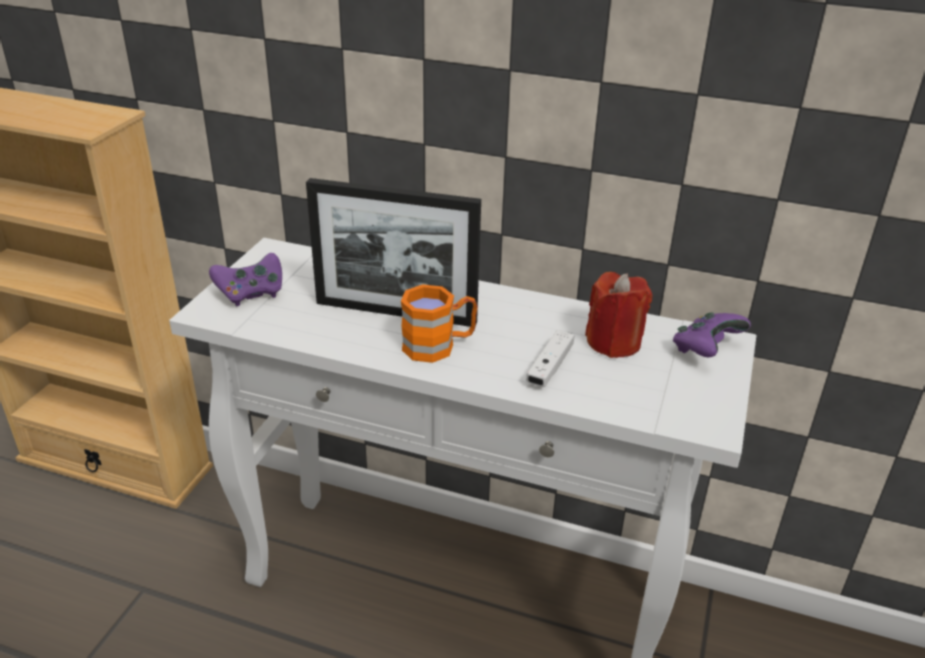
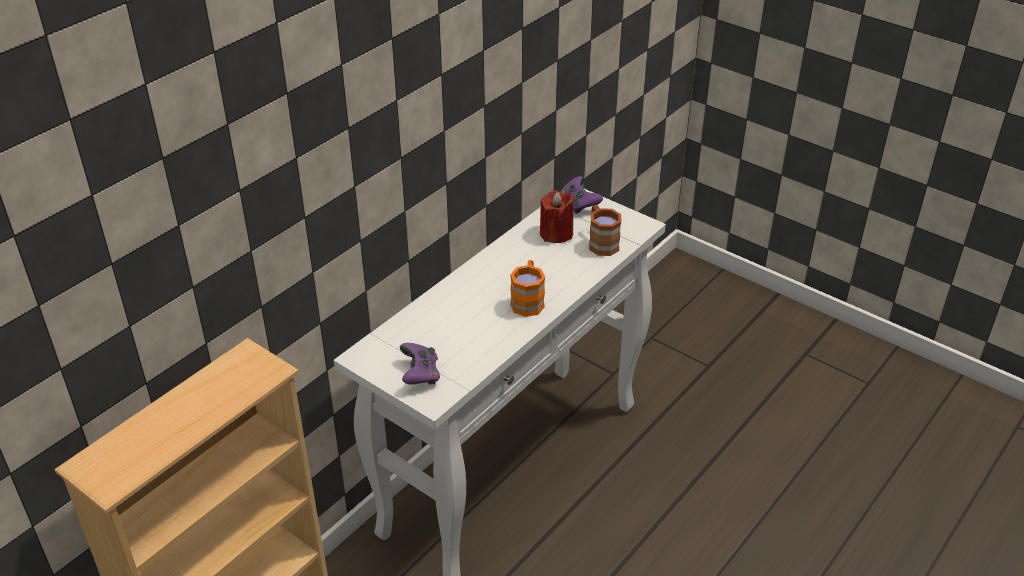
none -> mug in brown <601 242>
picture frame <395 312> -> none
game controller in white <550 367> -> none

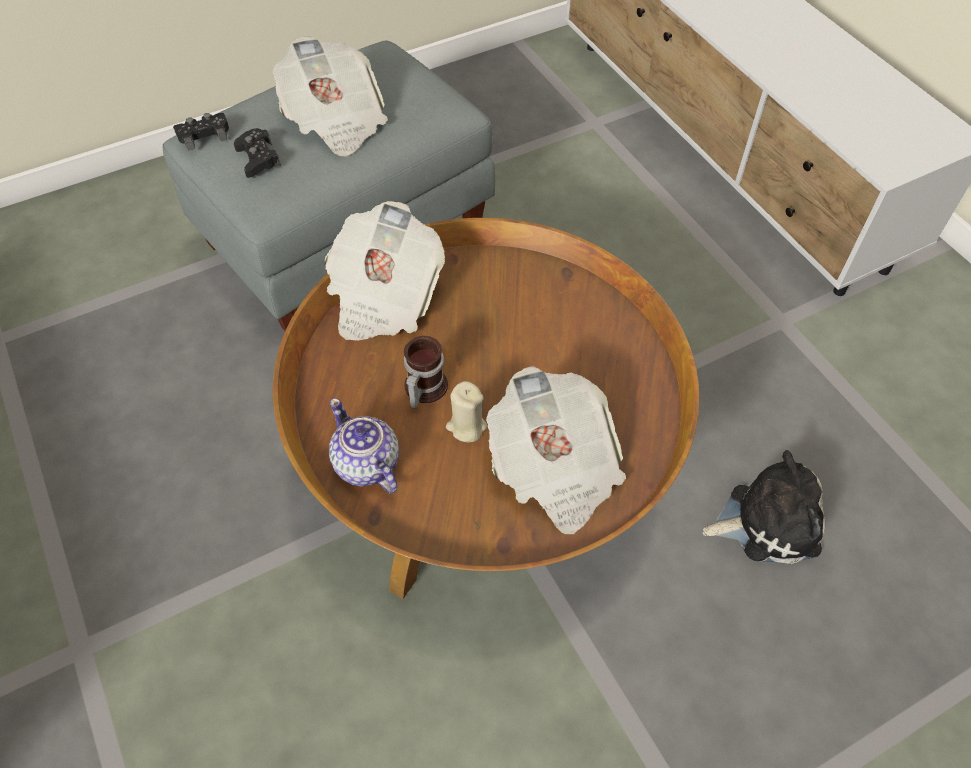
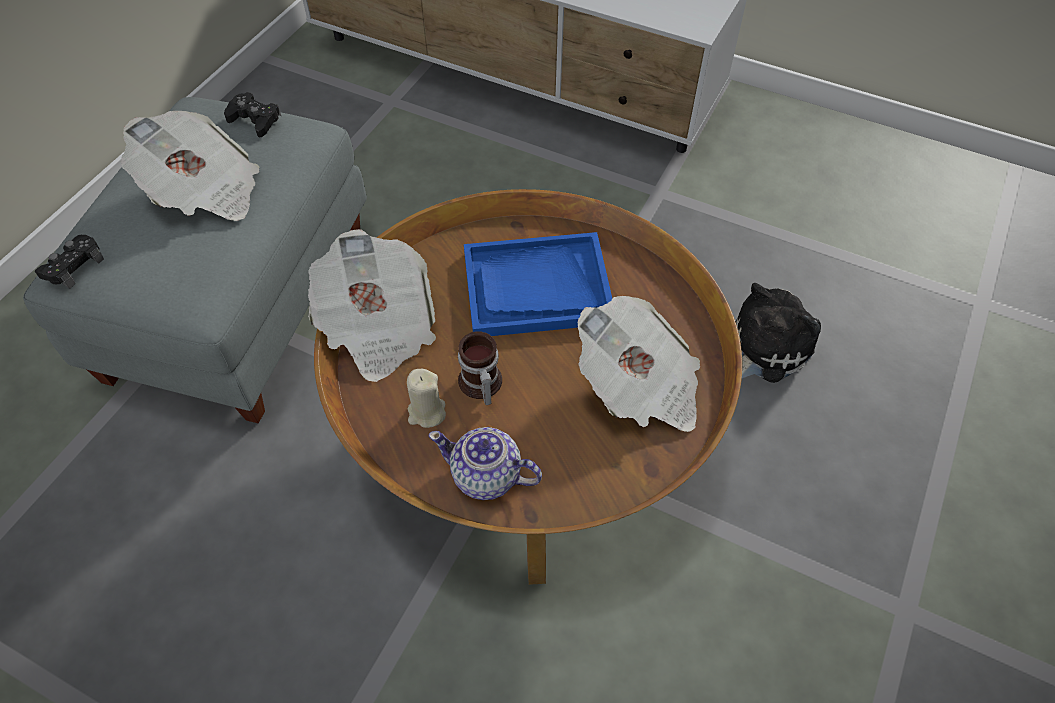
game controller in black <258 158> -> game controller in black <255 120>, moved
candle in beige <466 426> -> candle in beige <426 412>, moved
none -> tray in blue <536 288>

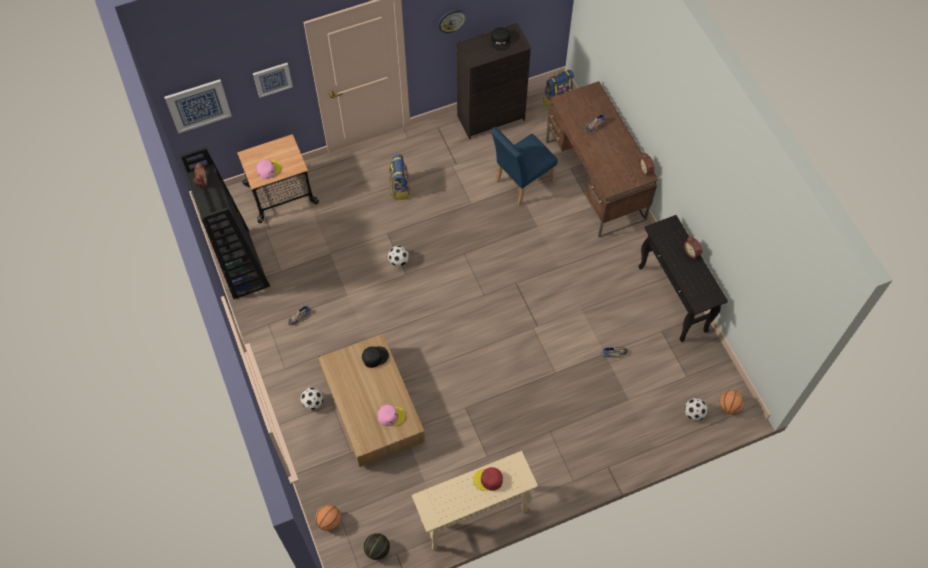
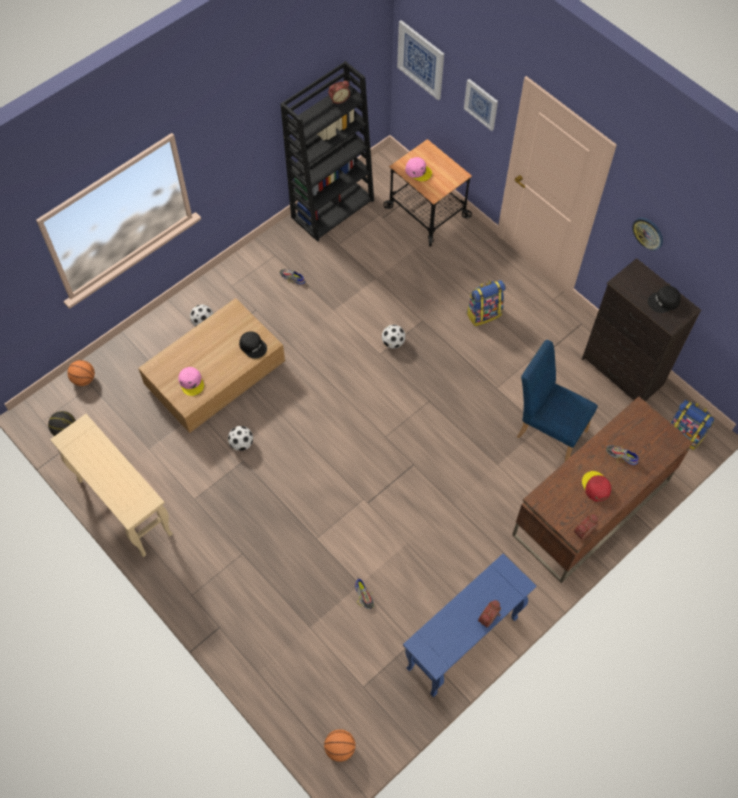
football <694 413> -> football <241 444>, moved
console table in black <673 299> -> console table in blue <462 644>
cap in red <488 480> -> cap in red <595 486>, moved

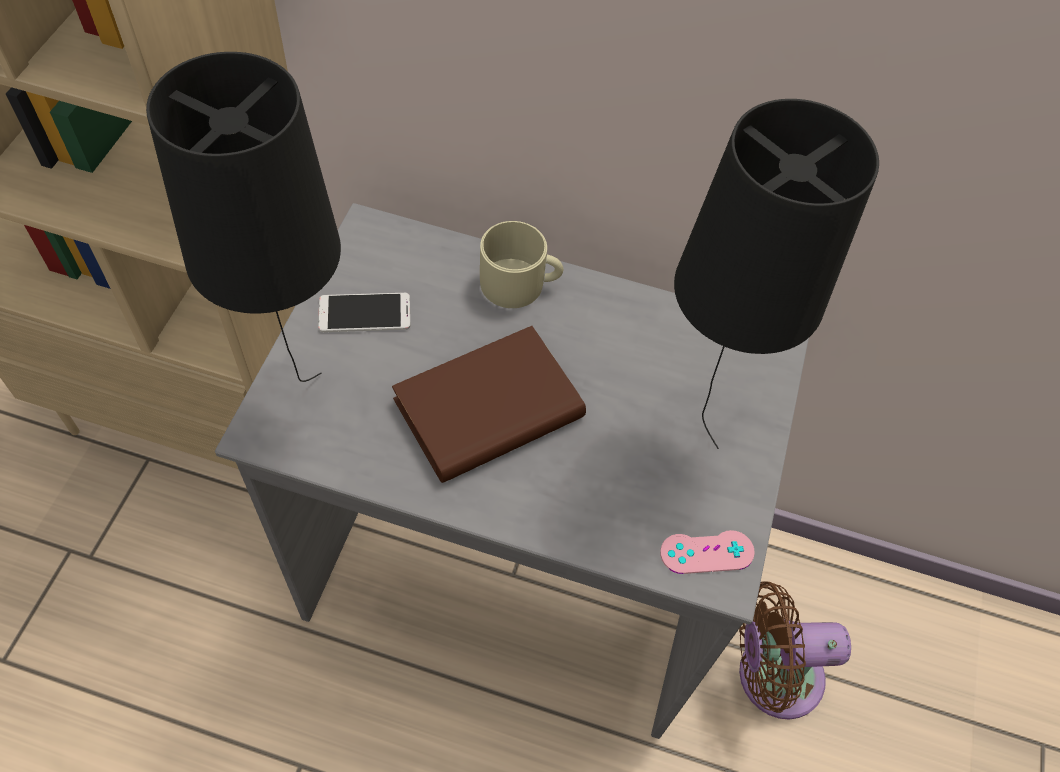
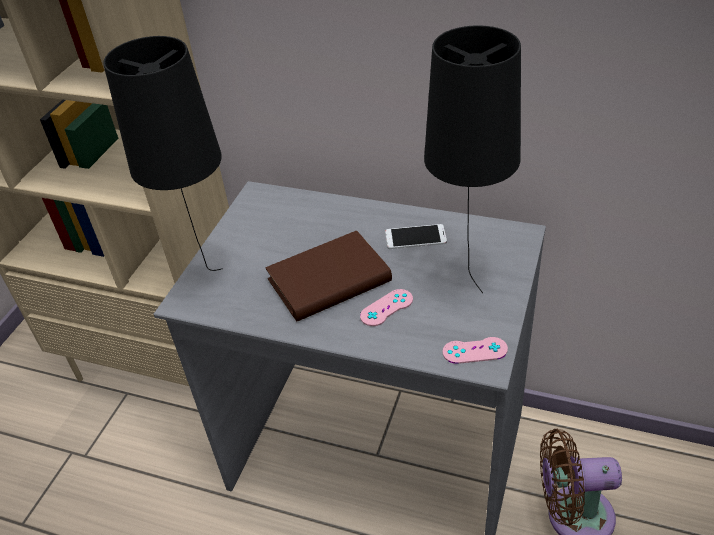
none -> game controller in pink <386 308>
phone <364 313> -> phone <415 237>, moved
mug in beige <520 284> -> none

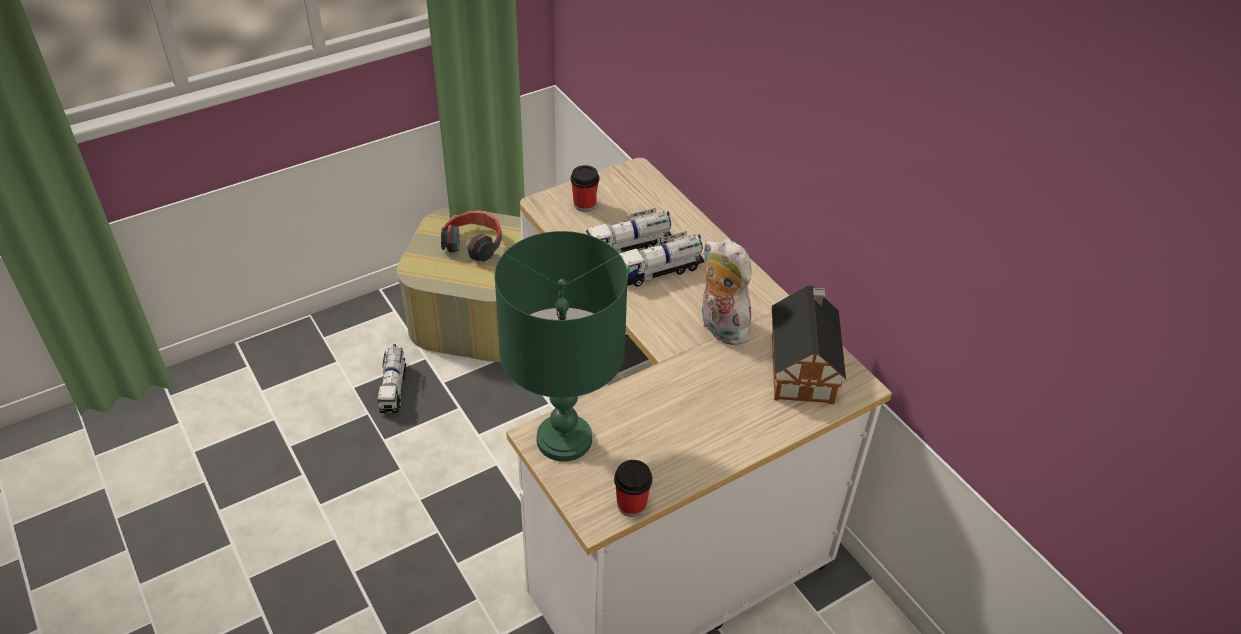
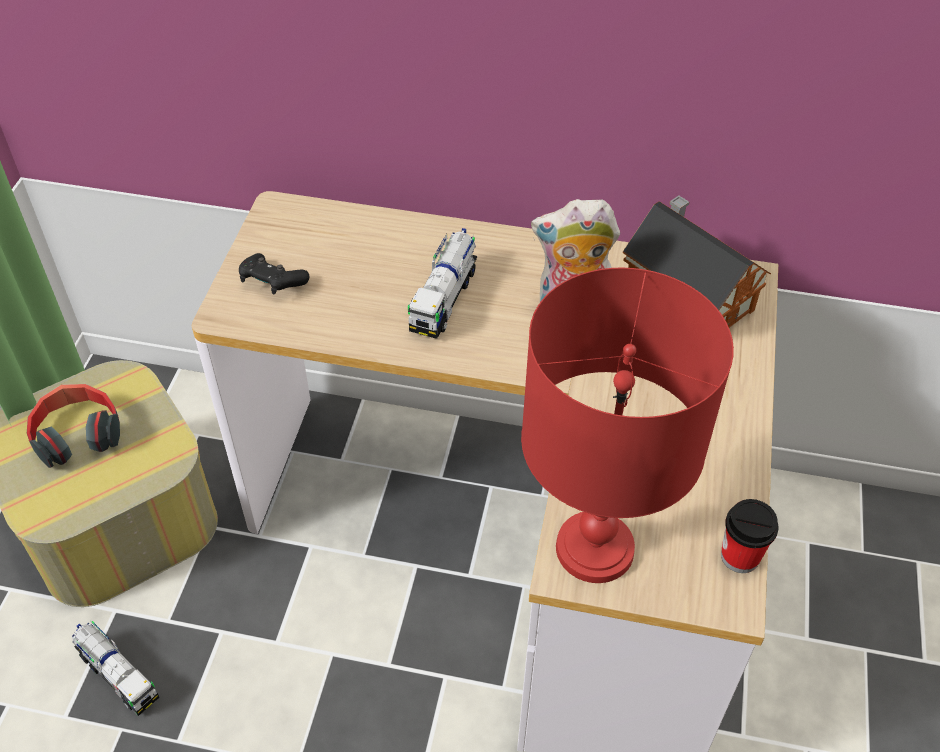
cup <584 205> -> game controller in black <272 283>
table lamp in green <562 439> -> table lamp in red <593 550>
toy truck <629 247> -> none

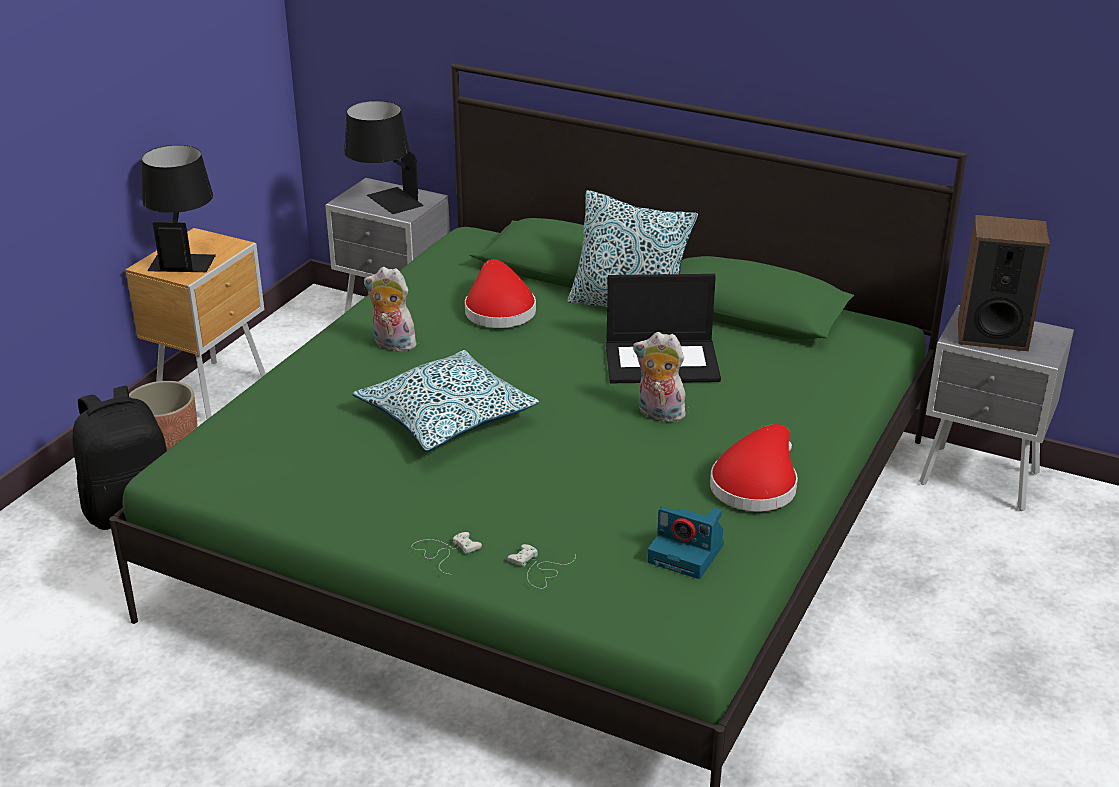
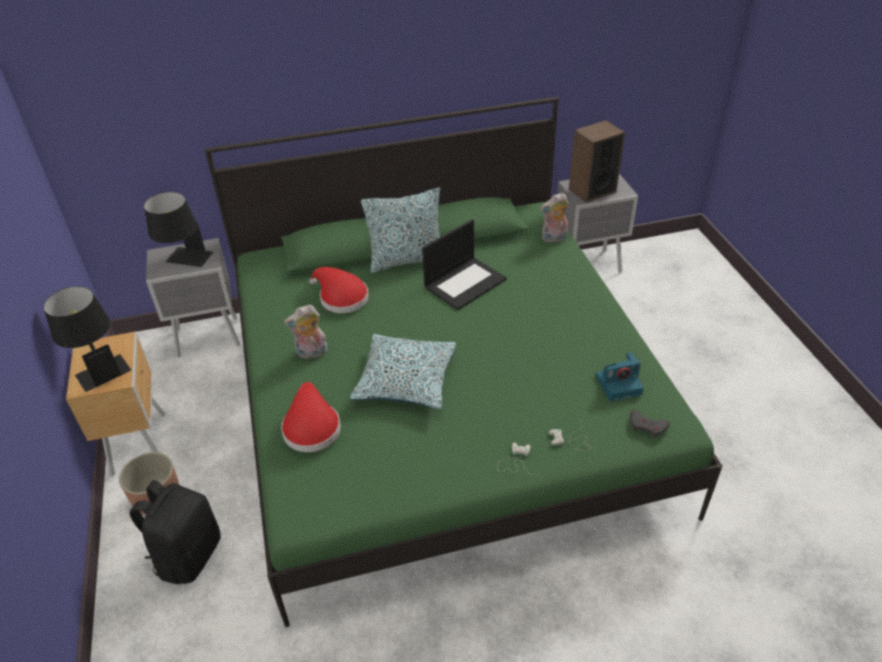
hat in red <756 484> -> hat in red <311 426>, moved
plush toy <658 414> -> plush toy <553 239>, moved
none -> game controller in grey <647 426>

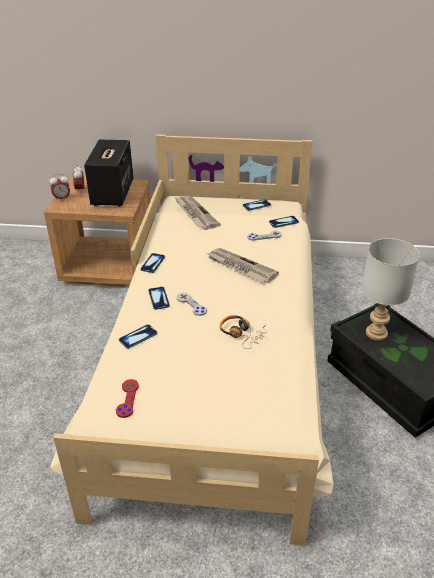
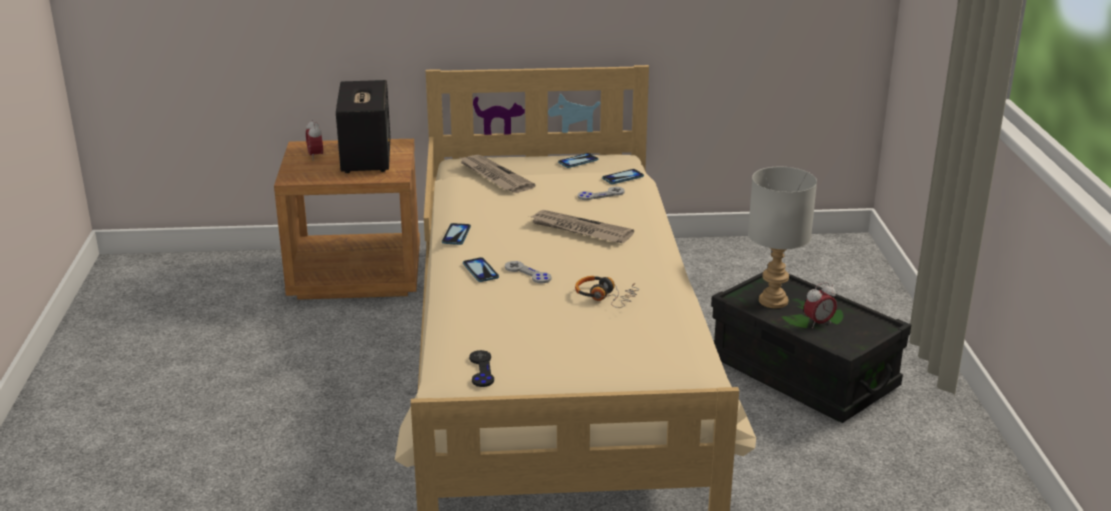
game controller in red <127 399> -> game controller in black <481 370>
alarm clock <62 199> -> alarm clock <818 323>, moved
phone <138 337> -> none

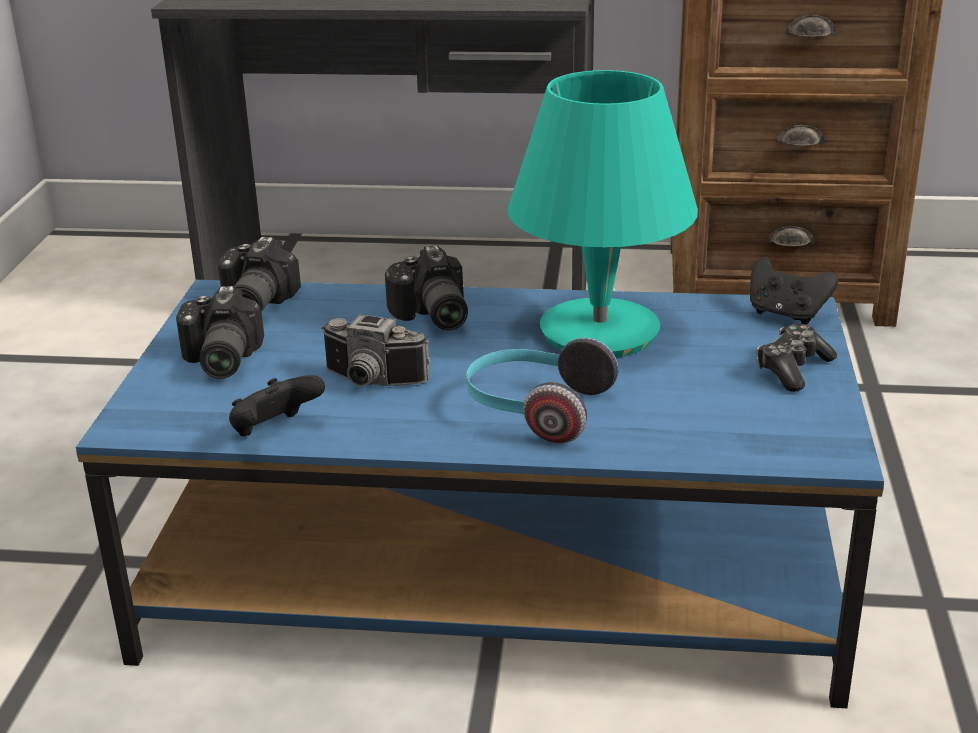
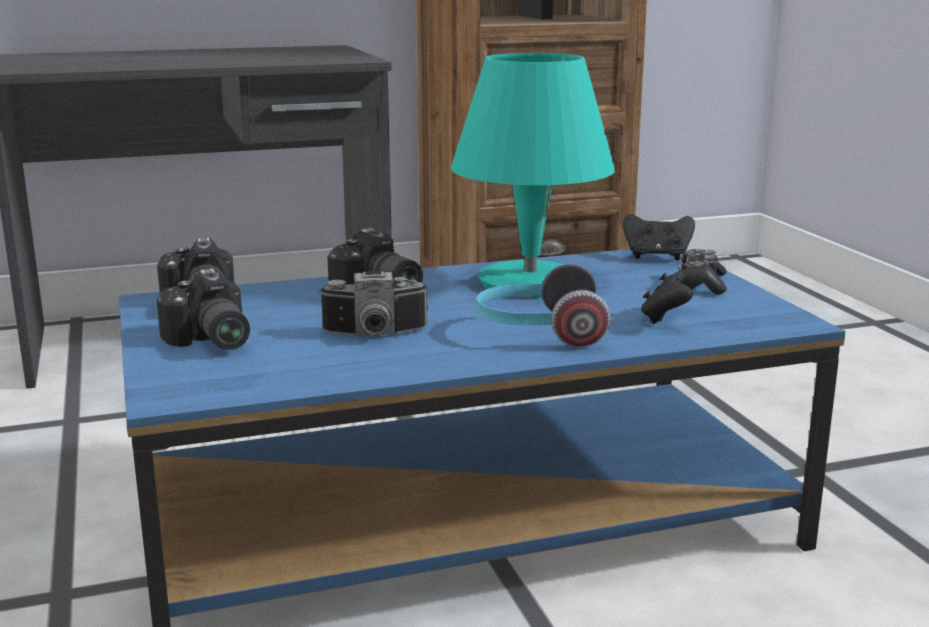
game controller in black <275 431> -> game controller in black <671 318>, moved

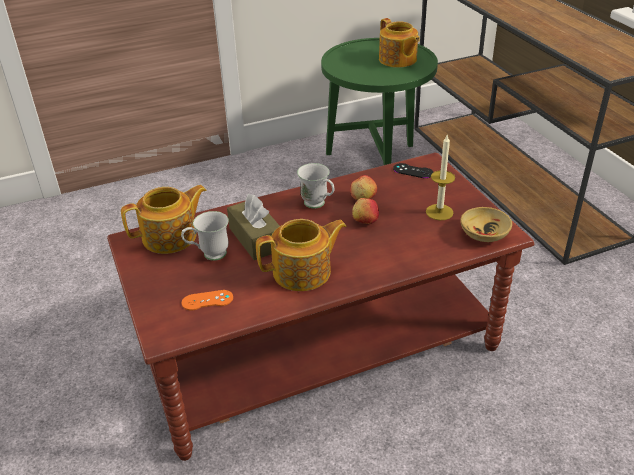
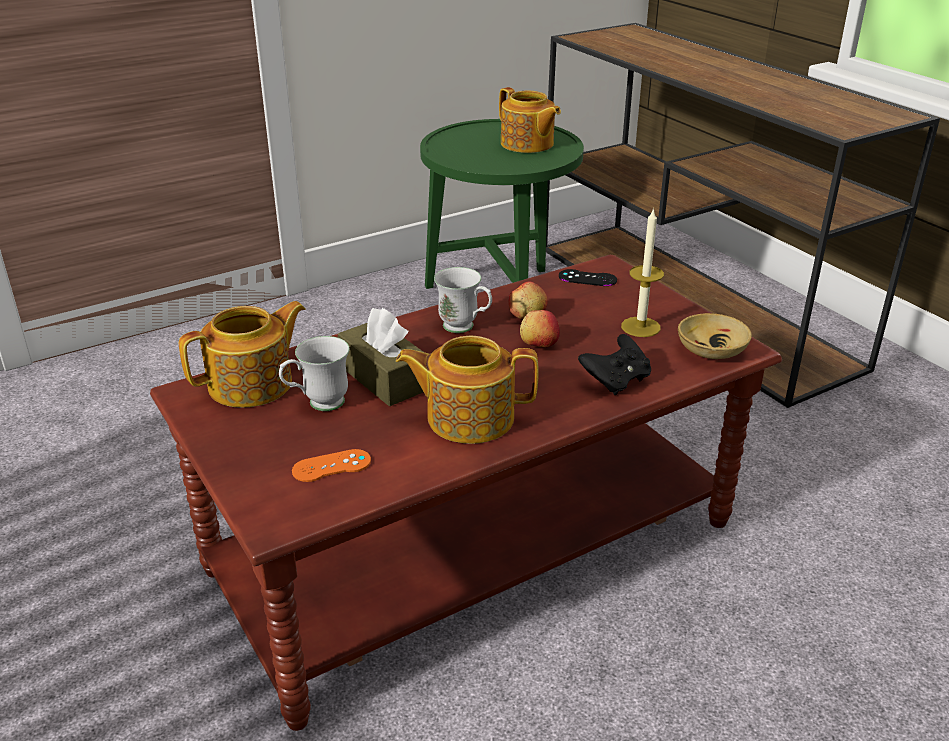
teapot <303 272> -> teapot <468 417>, 150 degrees counterclockwise
none -> game controller in black <616 381>

